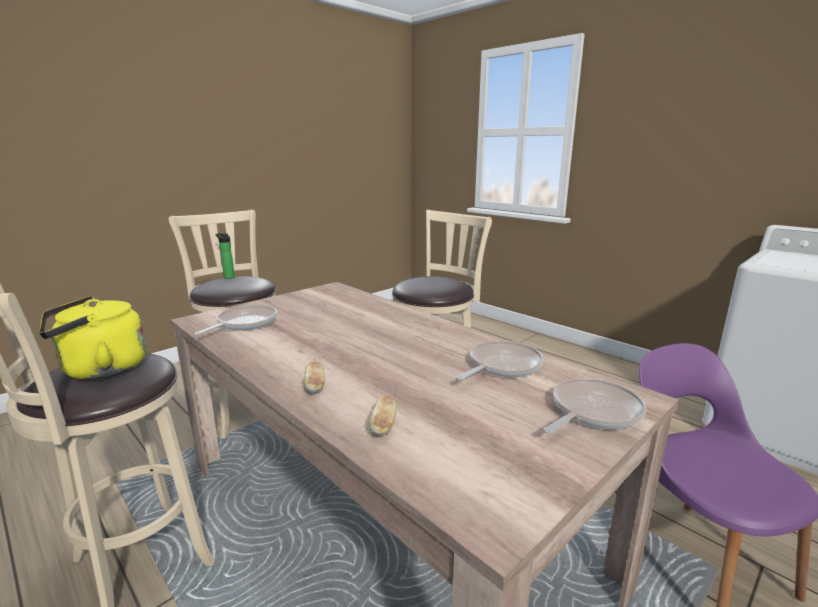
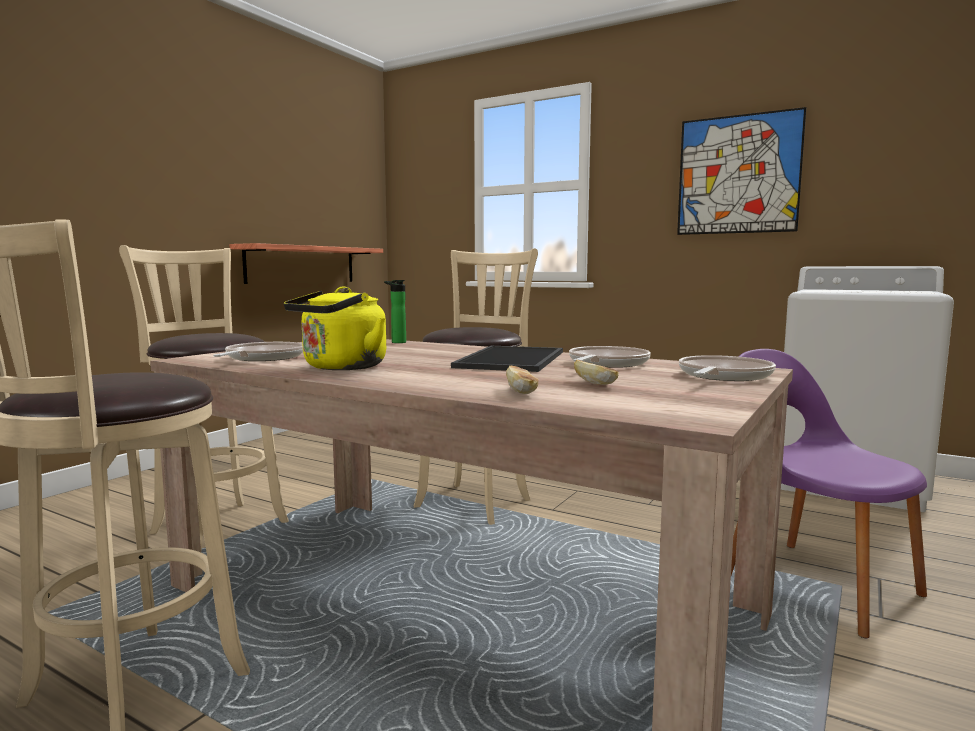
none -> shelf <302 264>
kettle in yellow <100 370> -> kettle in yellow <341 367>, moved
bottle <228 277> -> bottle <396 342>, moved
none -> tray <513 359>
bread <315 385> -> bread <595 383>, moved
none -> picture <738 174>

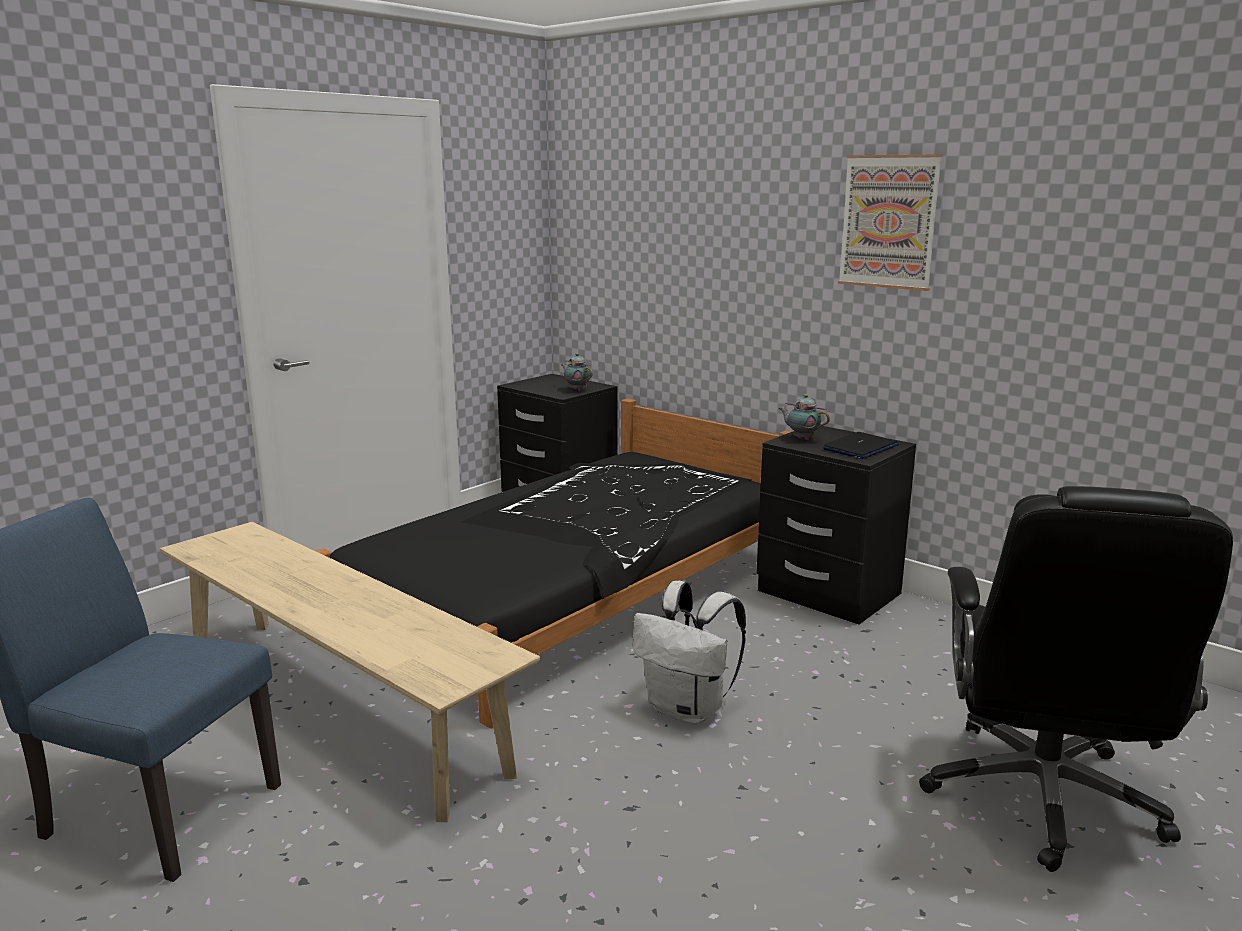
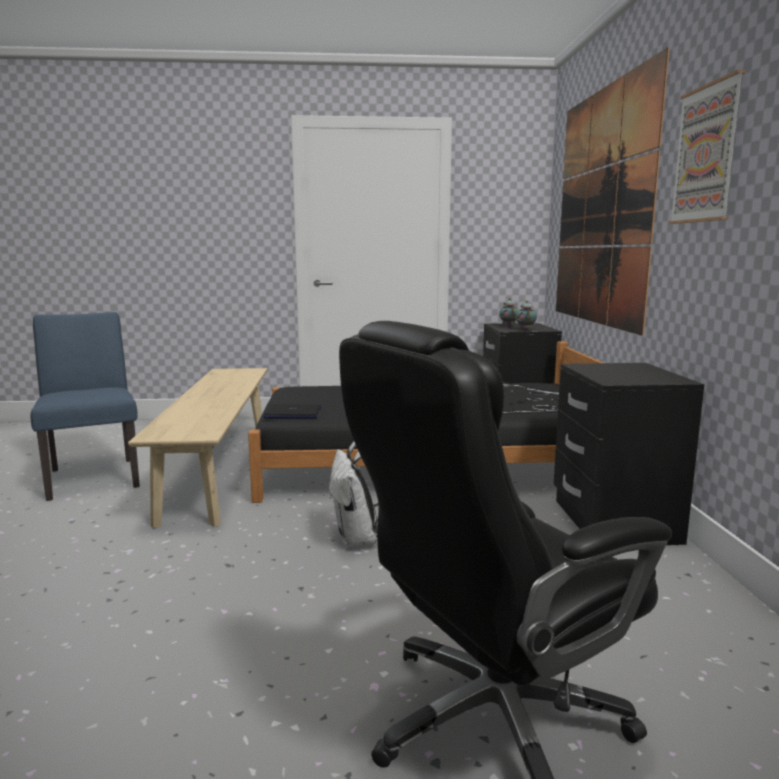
laptop <860 448> -> laptop <292 413>, moved
teapot <801 438> -> teapot <508 326>, moved
none -> picture <601 207>

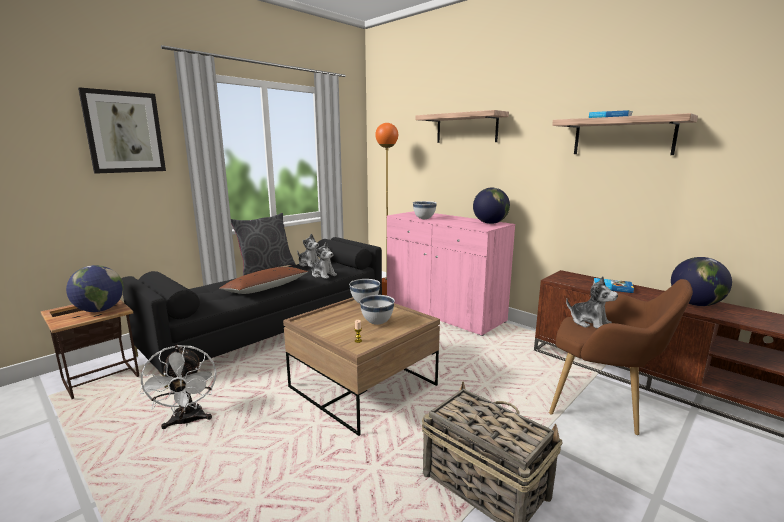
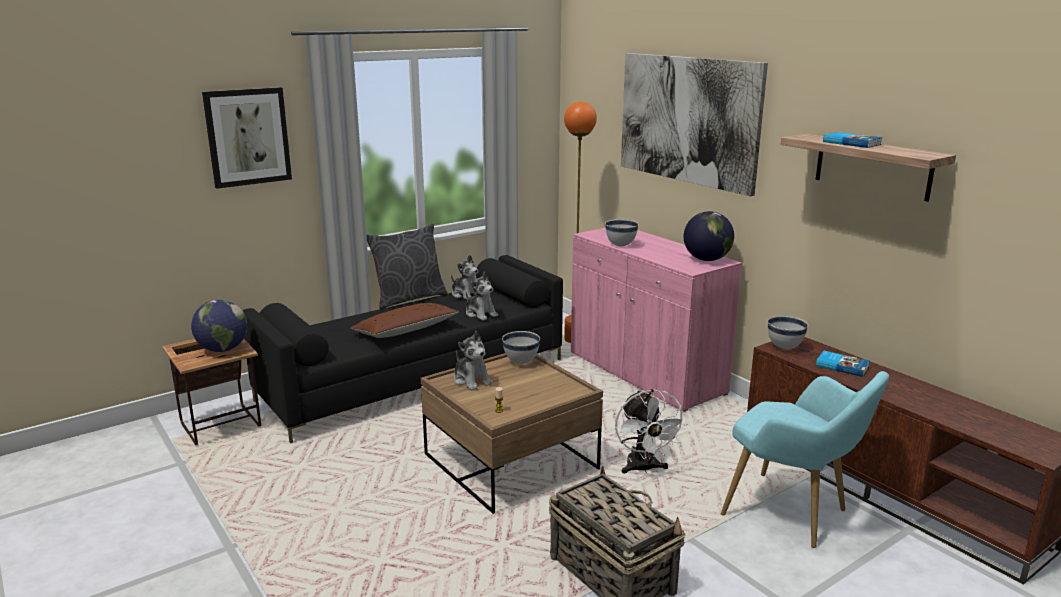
plush toy <590 322> -> plush toy <472 380>, moved
fan in white <187 422> -> fan in white <643 469>, moved
shelf <466 128> -> picture <688 120>
armchair in brown <603 407> -> armchair in turquoise <792 514>
bowl in white <377 323> -> bowl in white <784 347>, moved
globe <695 304> -> none

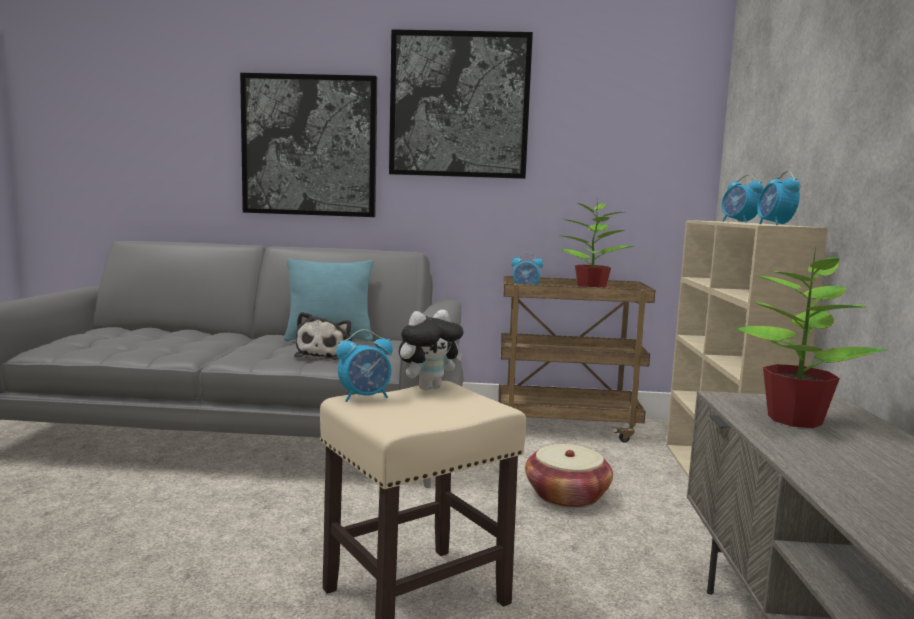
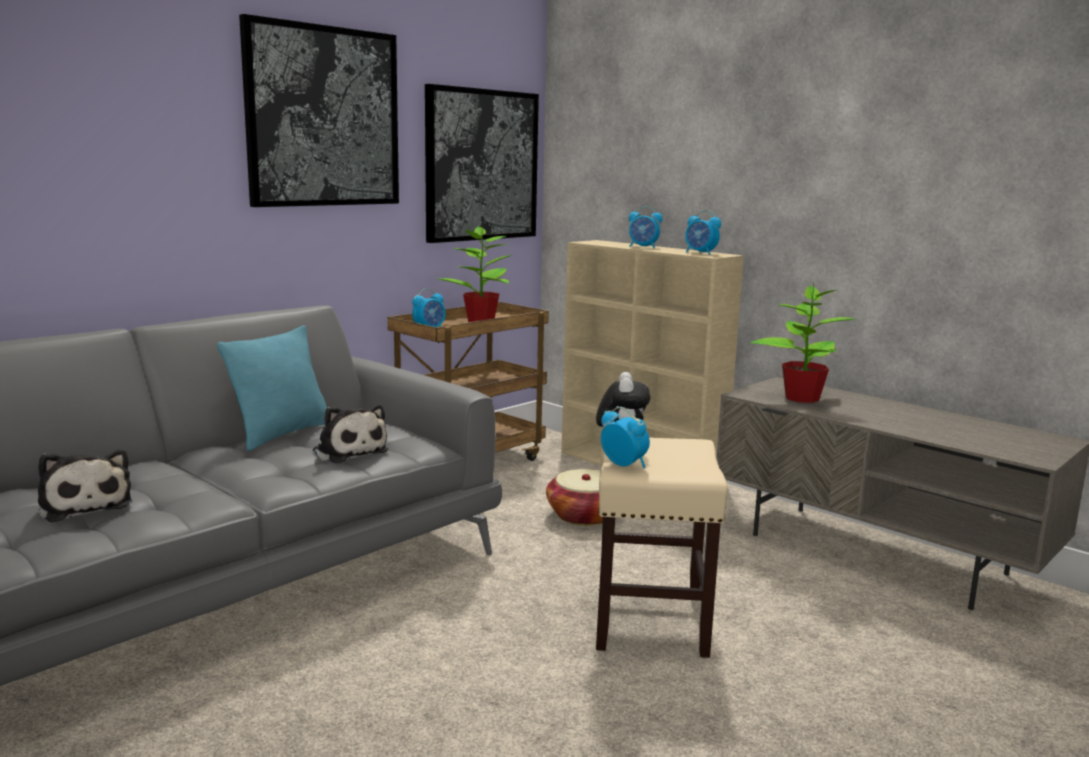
none -> plush toy <85 505>
picture <309 146> -> picture <481 165>, moved
alarm clock <365 397> -> alarm clock <624 465>, 60 degrees counterclockwise

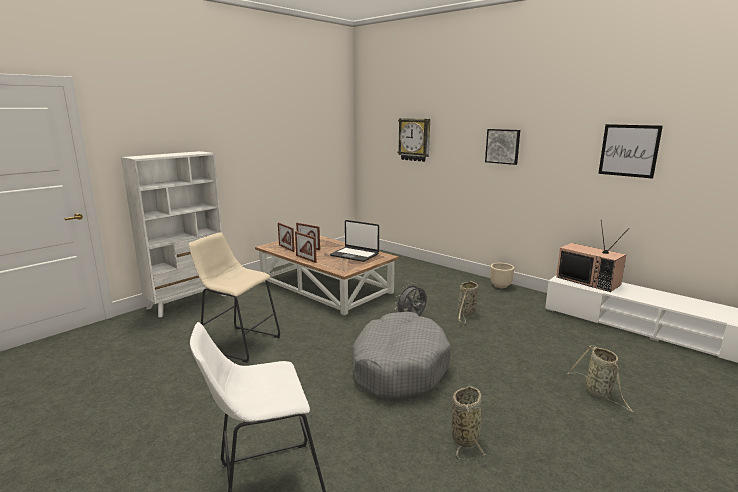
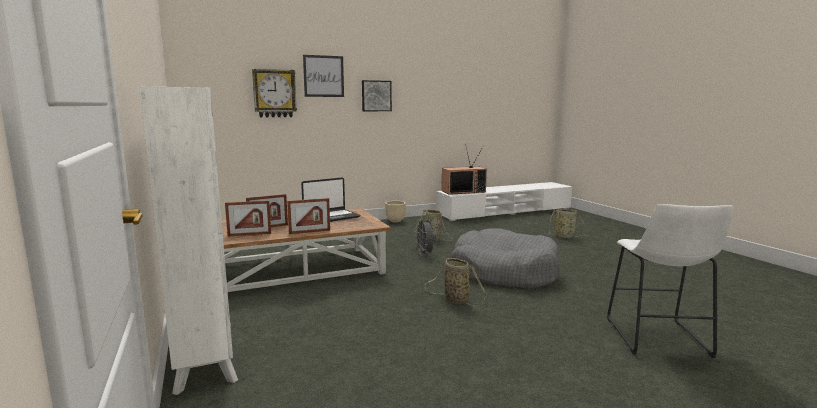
picture <629 150> -> picture <323 76>, moved
basket <465 437> -> basket <455 300>, moved
stool in beige <238 342> -> none

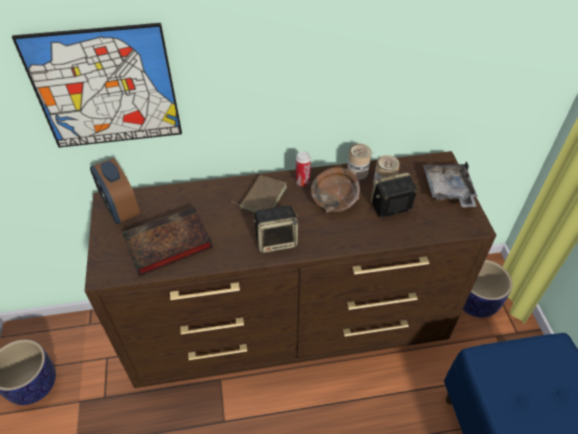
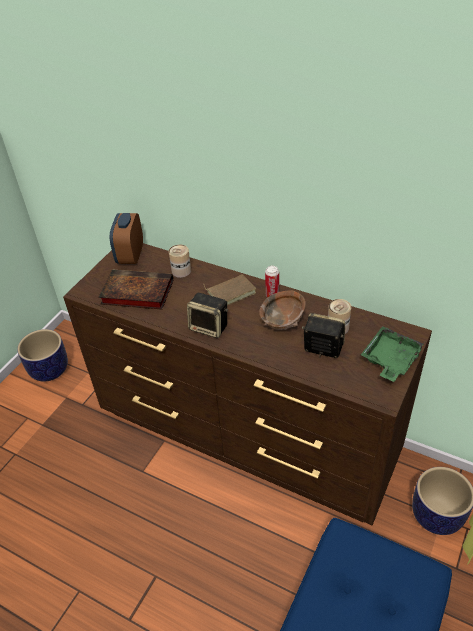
can <357 172> -> can <181 271>, moved
tray in grey <448 190> -> tray in green <390 359>
picture <105 88> -> none

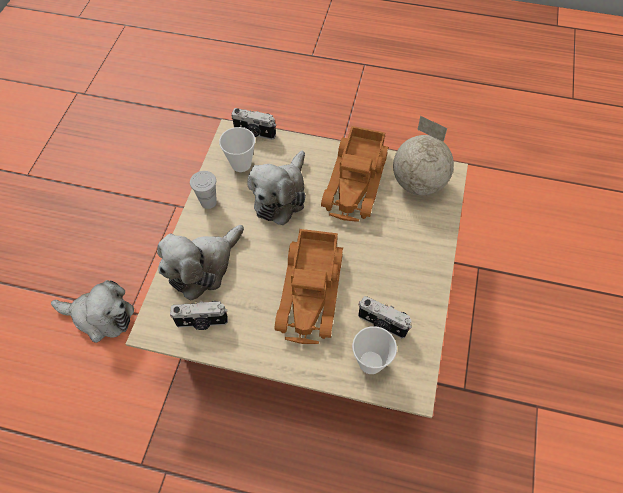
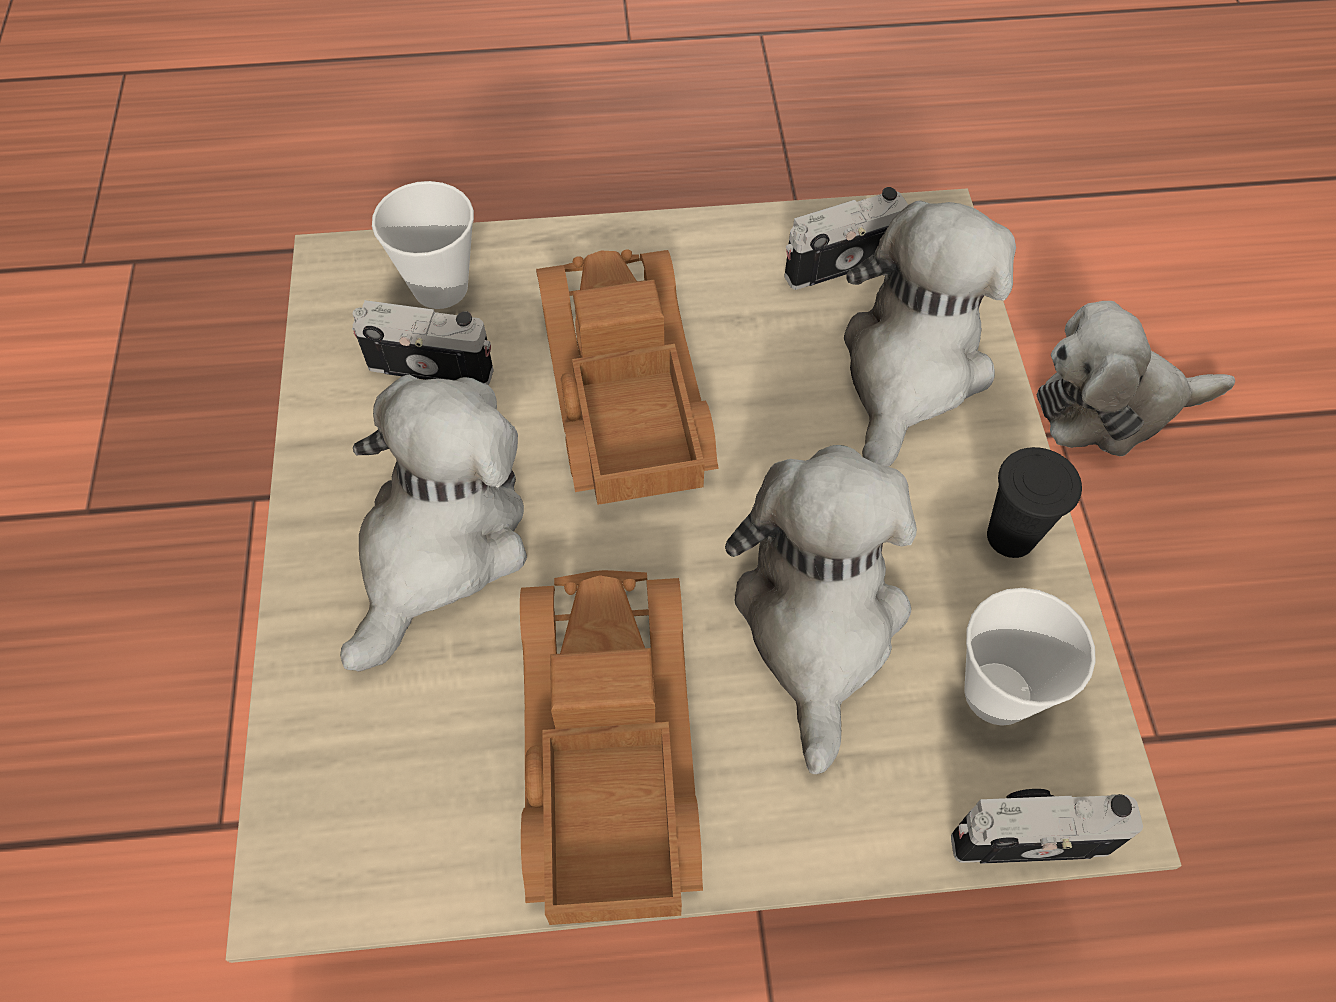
none -> plush toy <440 545>
cup in white <208 202> -> cup in black <1011 536>
globe <418 182> -> none

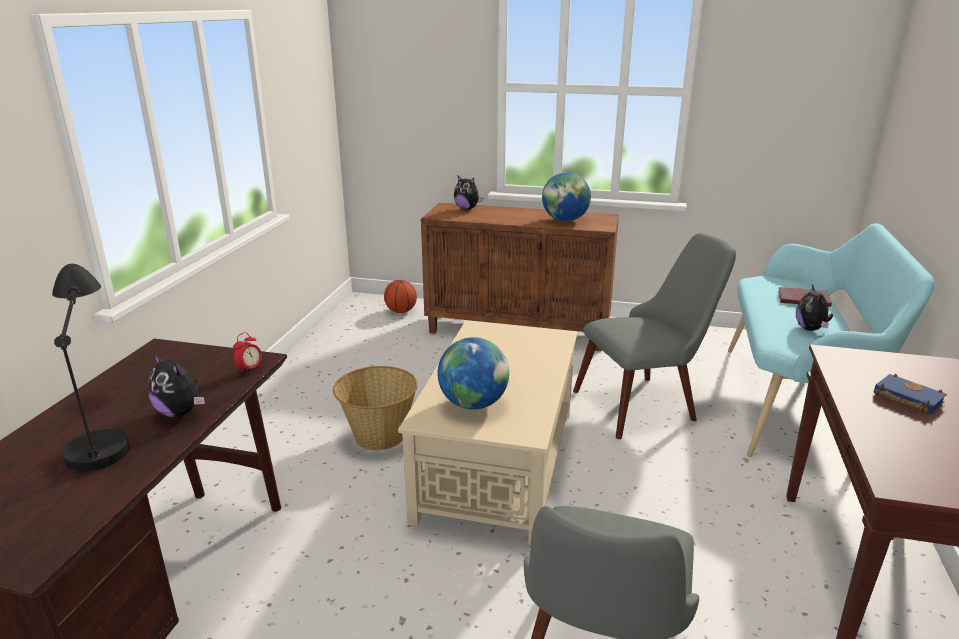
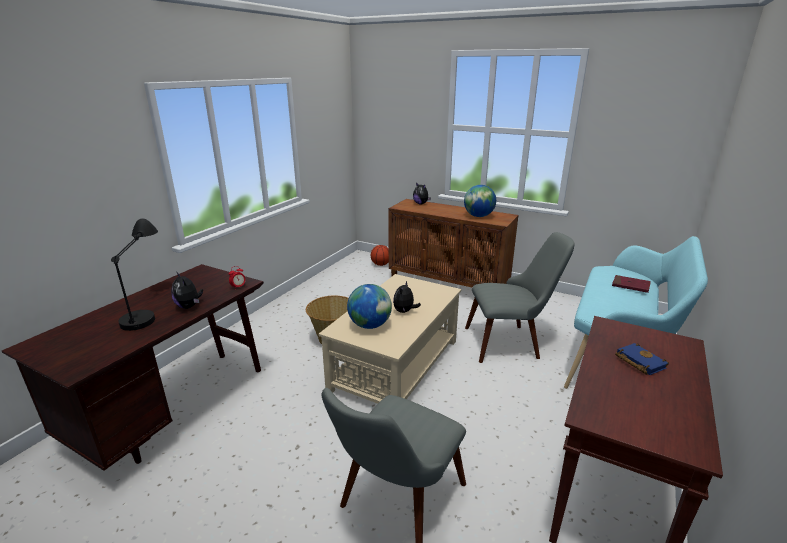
plush toy <810 329> -> plush toy <404 311>, moved

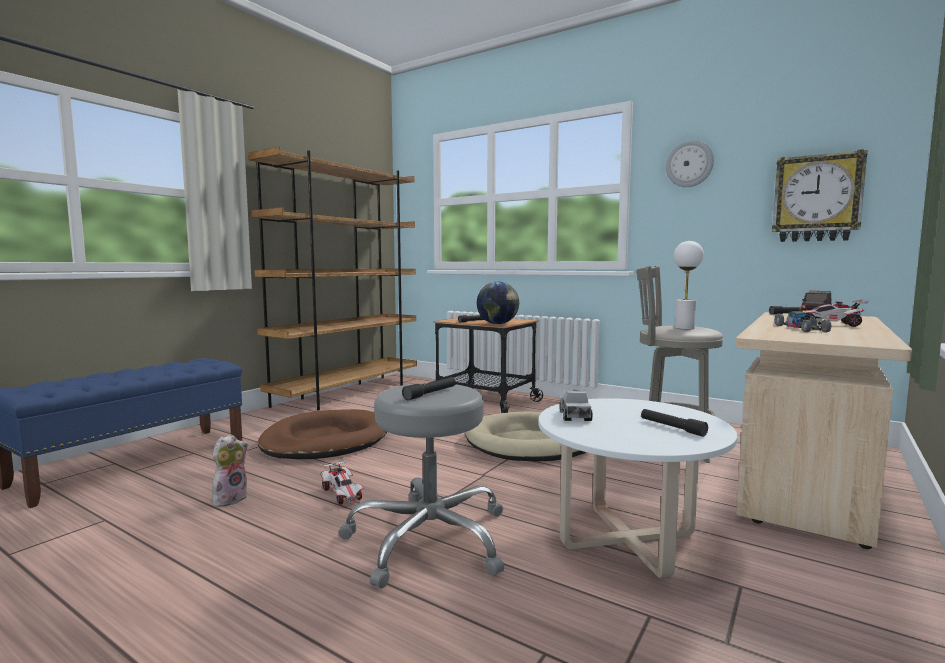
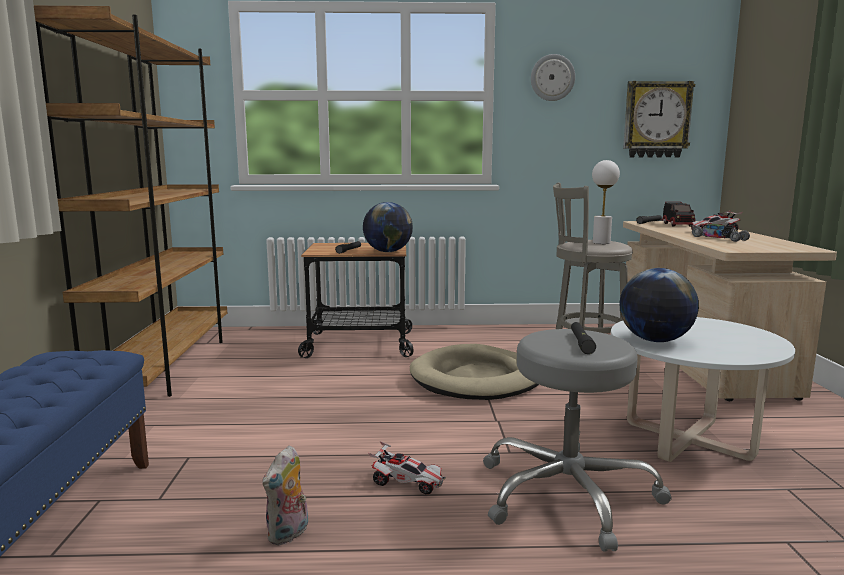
plush toy <230 499> -> plush toy <289 534>, 150 degrees counterclockwise
toy truck <575 416> -> globe <655 340>
dog bed in brown <325 440> -> none
flashlight in black <672 427> -> none

